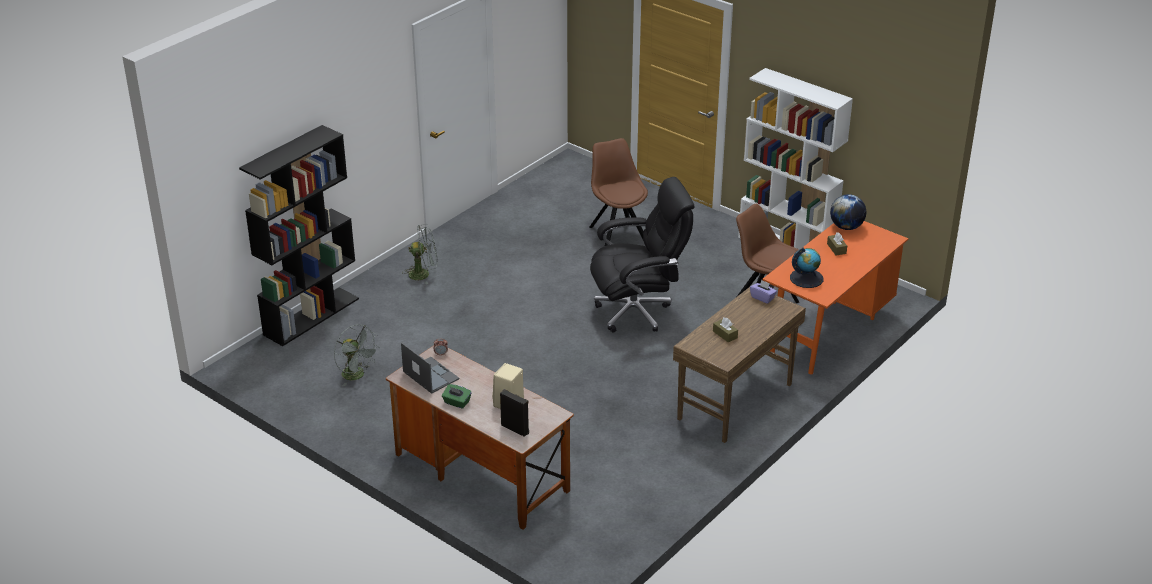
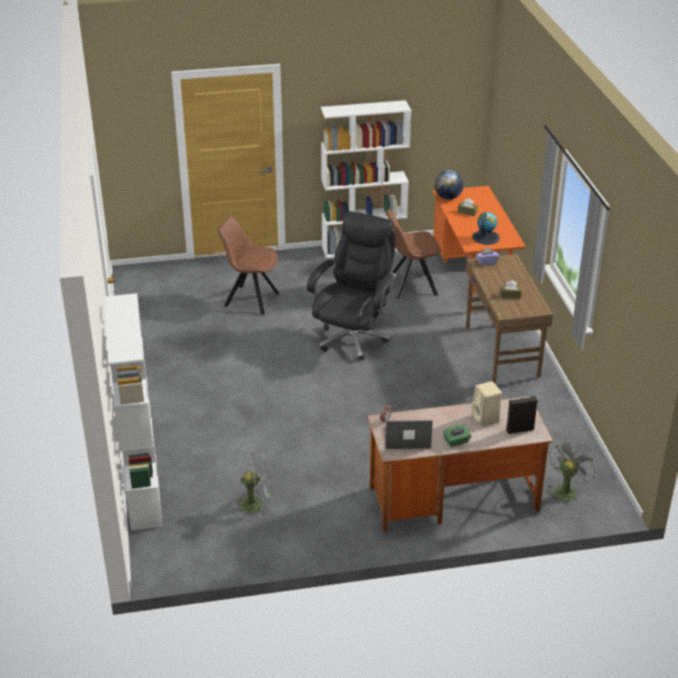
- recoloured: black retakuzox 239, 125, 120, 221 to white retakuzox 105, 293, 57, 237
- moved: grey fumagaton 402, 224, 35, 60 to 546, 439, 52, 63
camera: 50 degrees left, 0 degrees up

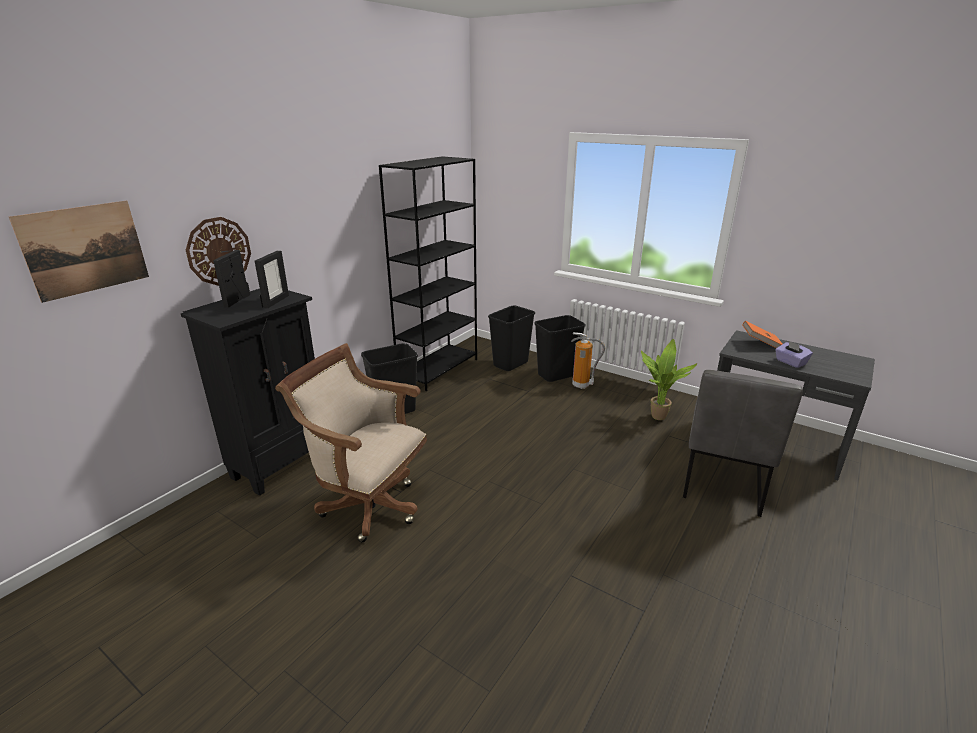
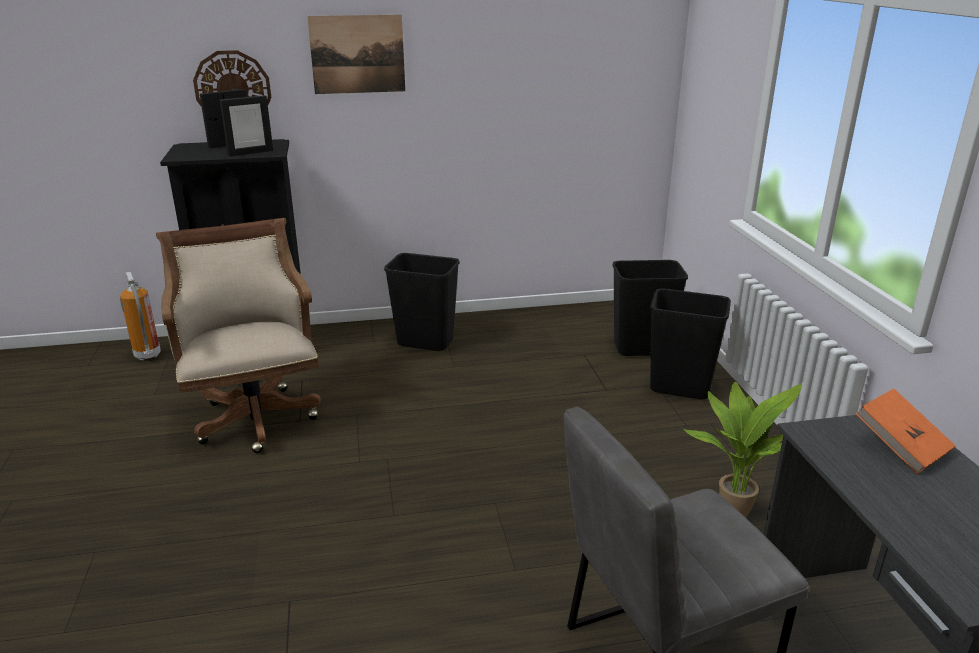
- removed: black retakuzox 379, 156, 98, 235
- moved: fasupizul 9, 201, 140, 102 to 307, 15, 98, 79
- moved: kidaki 571, 332, 34, 57 to 120, 271, 41, 89
- removed: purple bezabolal 775, 341, 38, 27
camera: 45 degrees right, 0 degrees up

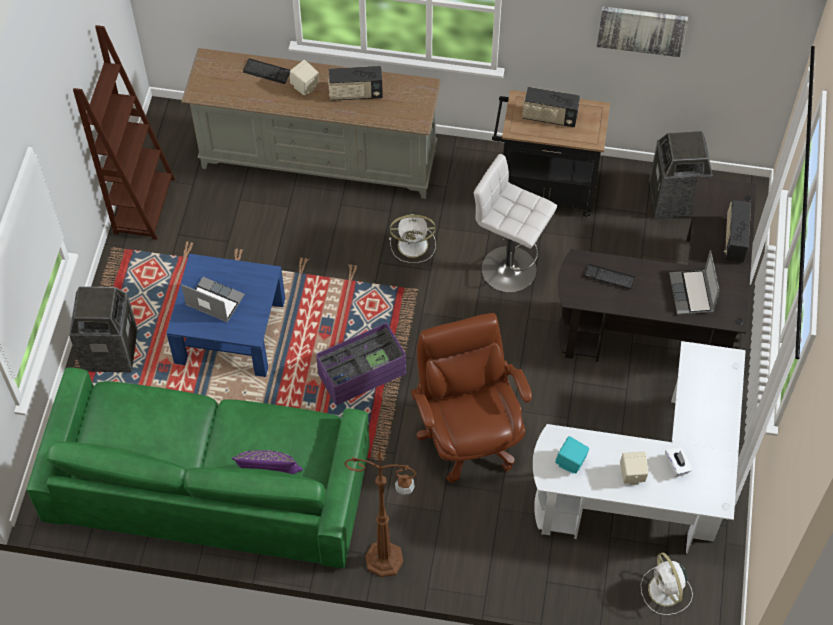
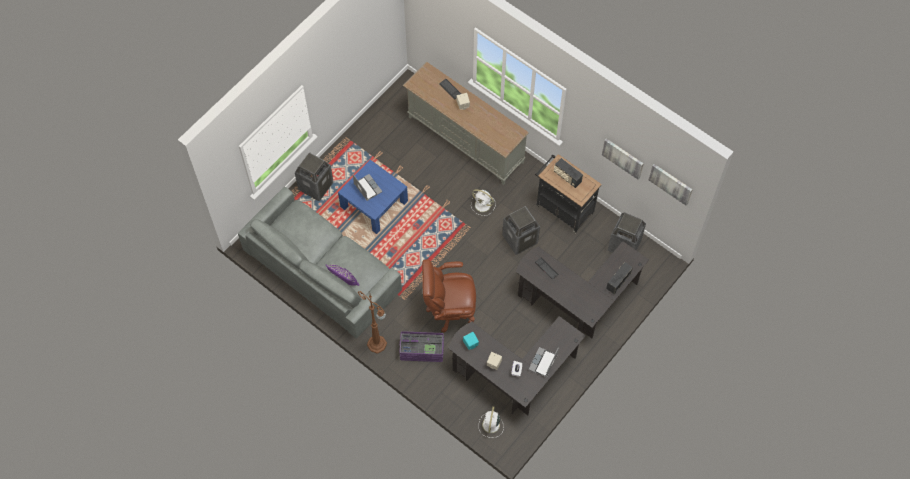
- removed: brown retakuzox 73, 25, 102, 215
- removed: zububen 328, 66, 55, 35
- replaced: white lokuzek 474, 154, 83, 138 to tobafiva 502, 206, 38, 49
- moved: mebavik 669, 250, 51, 65 to 528, 347, 31, 31
- turned: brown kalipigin 411, 313, 121, 170 = 422, 259, 54, 74 105 degrees counterclockwise
- moved: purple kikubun 316, 323, 91, 82 to 400, 331, 44, 31
- recoloured: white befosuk 533, 341, 213, 213 to black befosuk 448, 316, 138, 99
- recoloured: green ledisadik 26, 367, 344, 201 to grey ledisadik 238, 187, 164, 152
- added: fasupizul 649, 164, 44, 42
camera: 30 degrees right, 5 degrees up

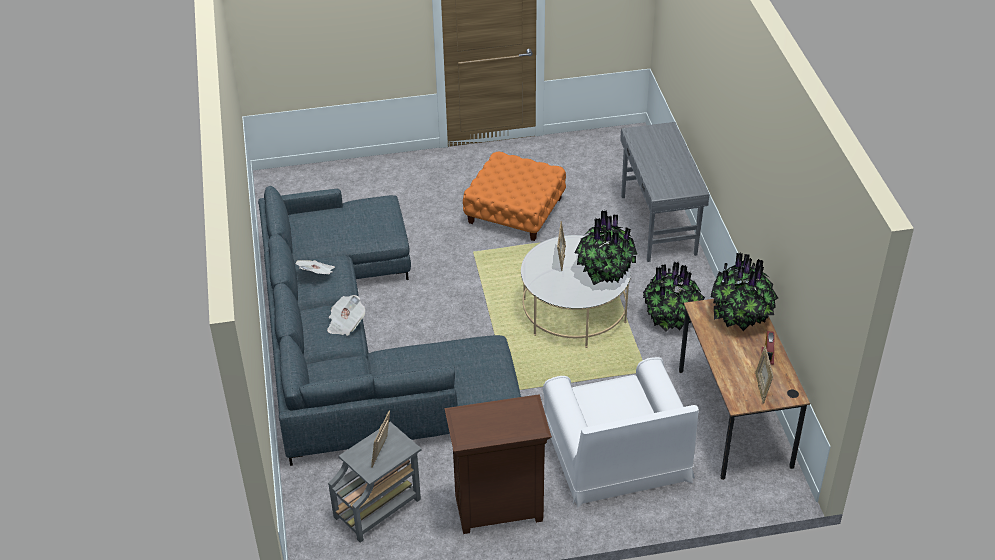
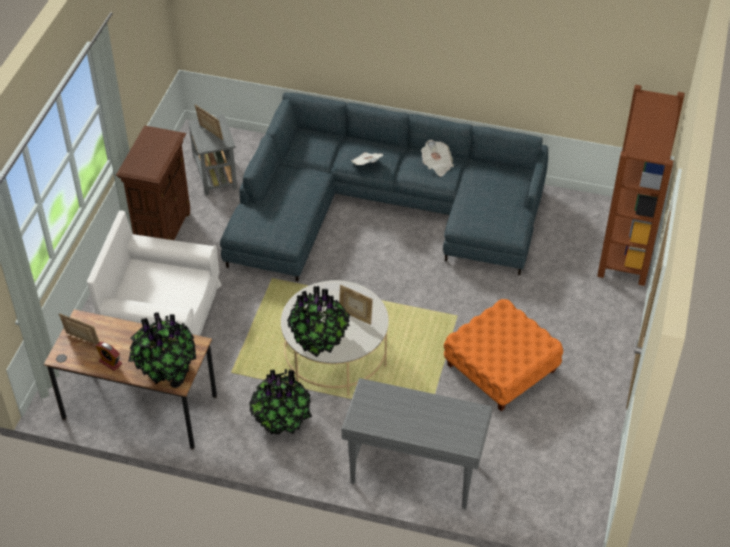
- added: brown retakuzox 597, 85, 88, 201
camera: 115 degrees right, 5 degrees up

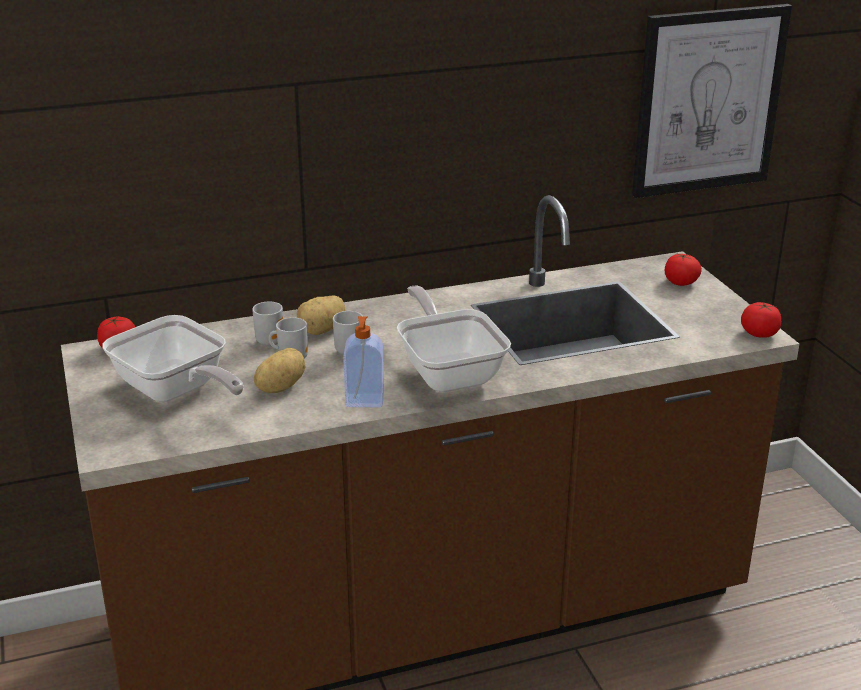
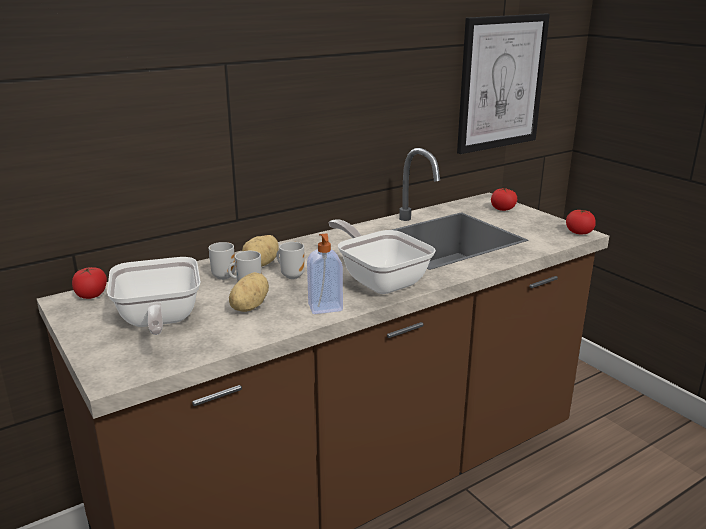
- turned: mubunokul 102, 315, 142, 87 = 107, 257, 94, 78 45 degrees clockwise
camera: 15 degrees left, 5 degrees down

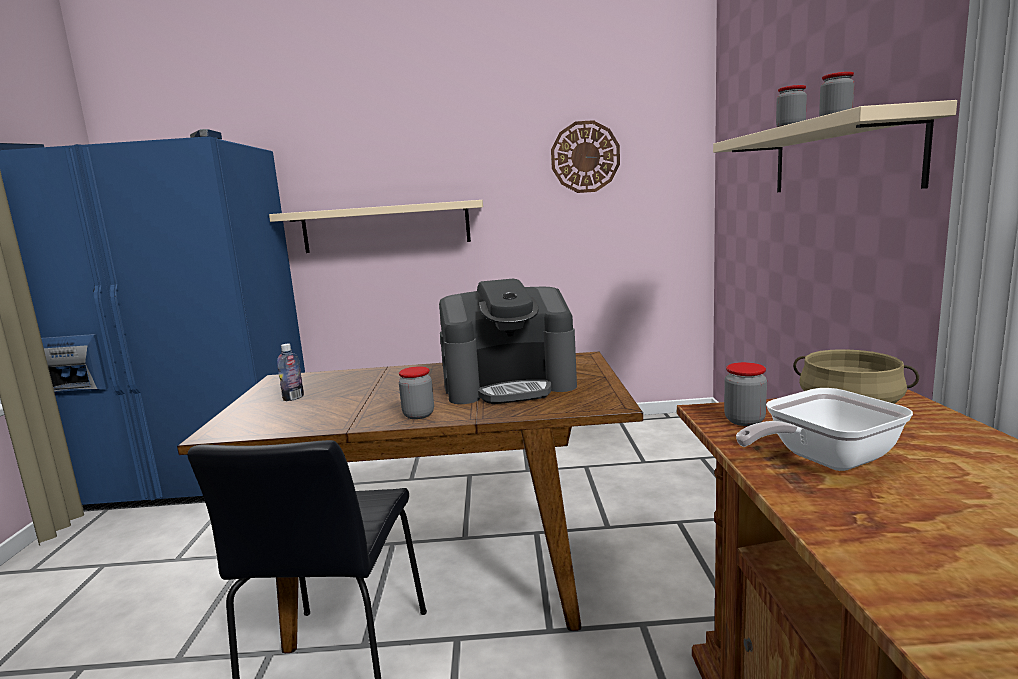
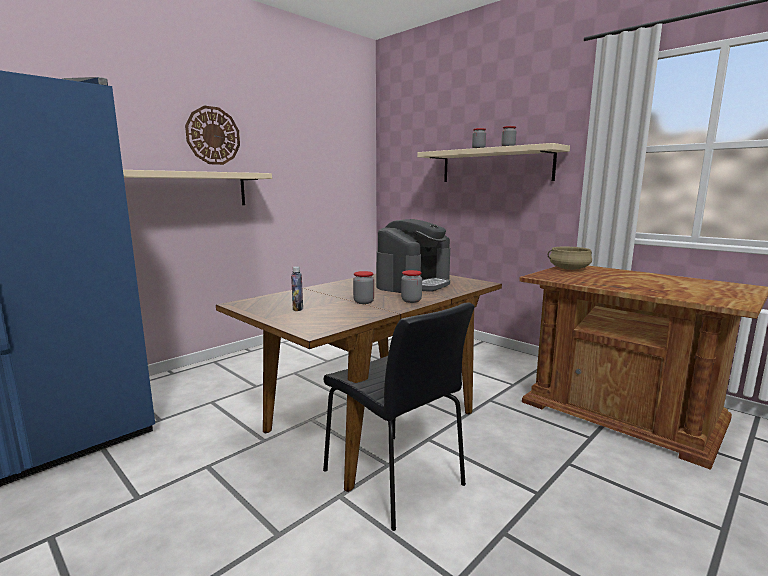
- moved: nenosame 551, 120, 69, 73 to 185, 106, 55, 59
- moved: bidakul 724, 362, 43, 64 to 353, 271, 21, 33
- removed: mubunokul 736, 388, 177, 83
camera: 45 degrees left, 0 degrees up

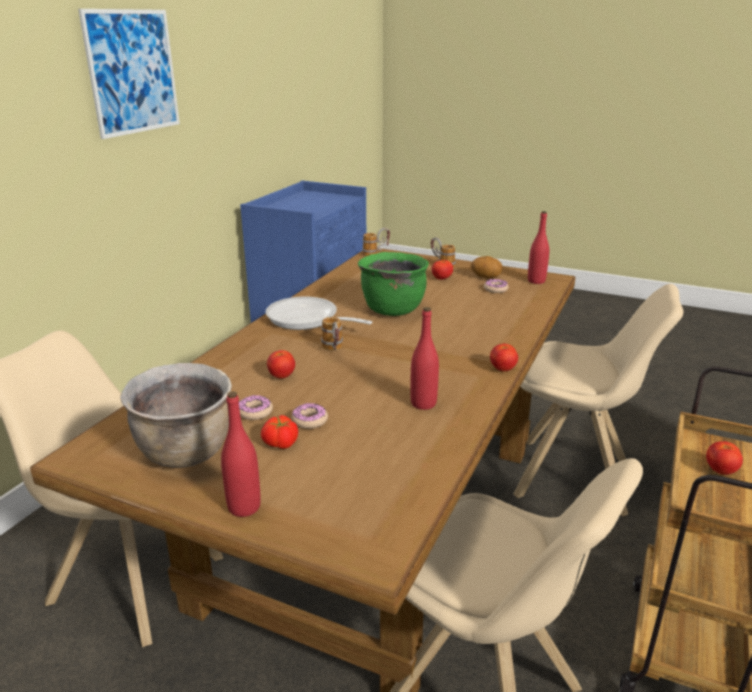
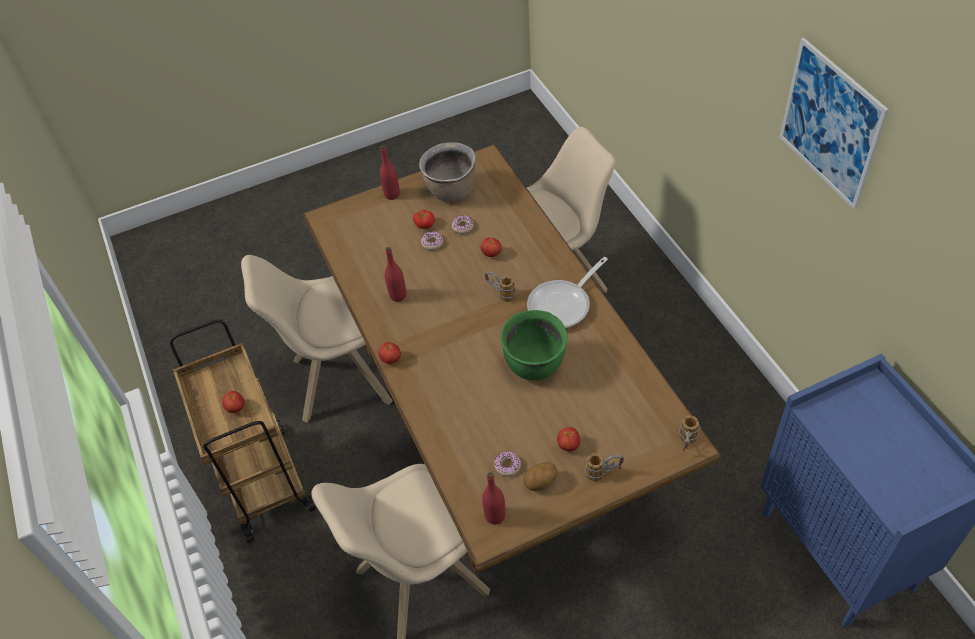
- turned: mubunokul 266, 296, 106, 34 = 527, 257, 81, 71 150 degrees clockwise
camera: 135 degrees right, 25 degrees up

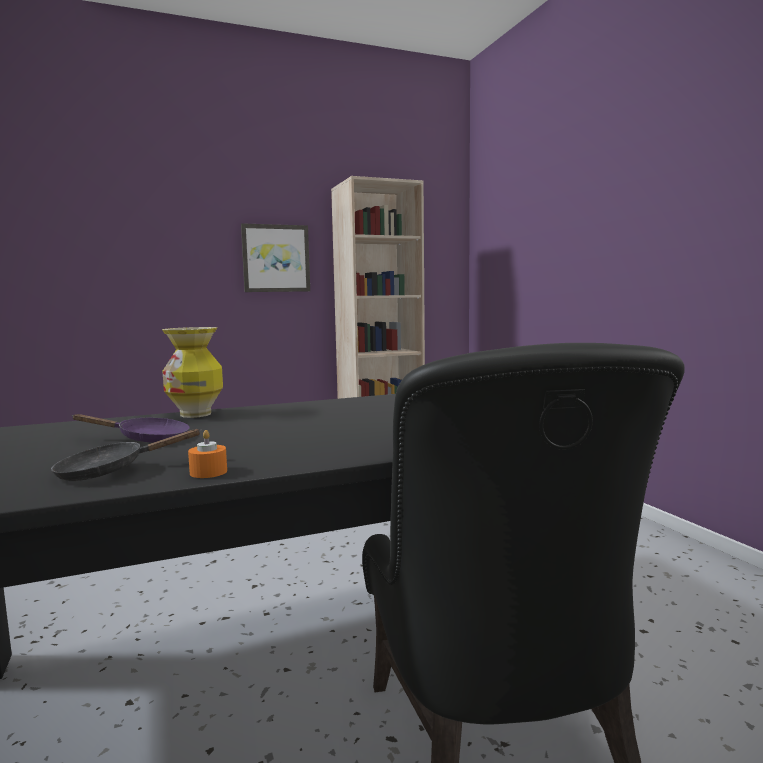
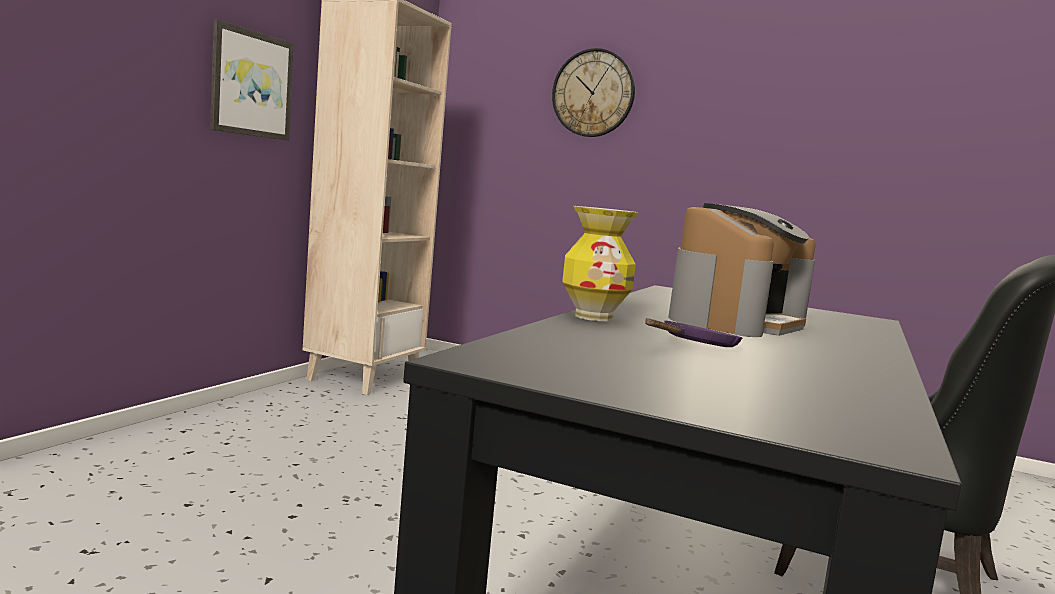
- removed: black mubunokul 51, 429, 150, 52
- removed: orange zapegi 188, 430, 39, 48
- added: nenosame 552, 48, 83, 89
- added: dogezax 668, 203, 148, 134
camera: 45 degrees left, 0 degrees up

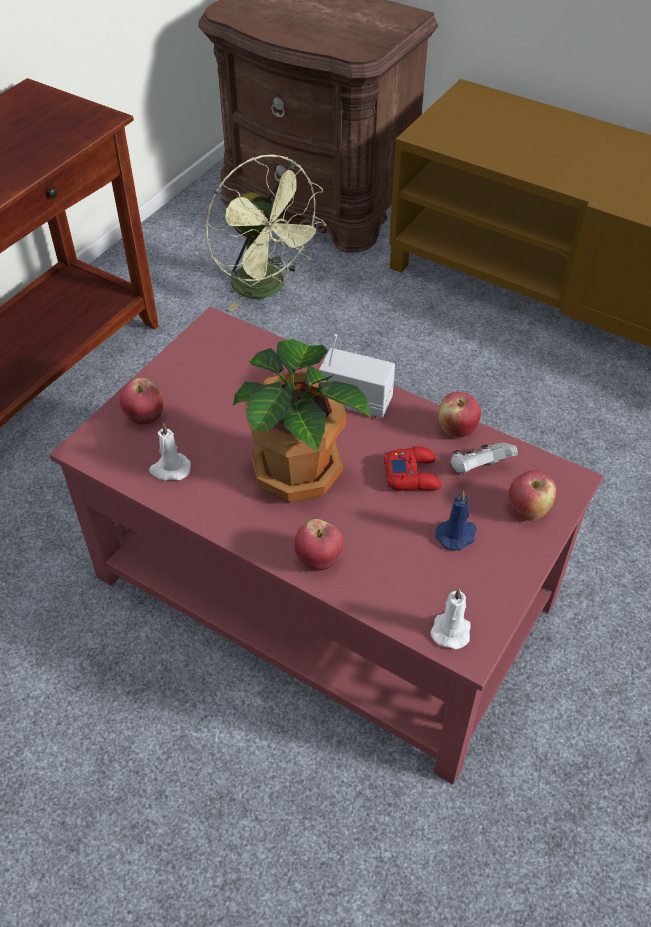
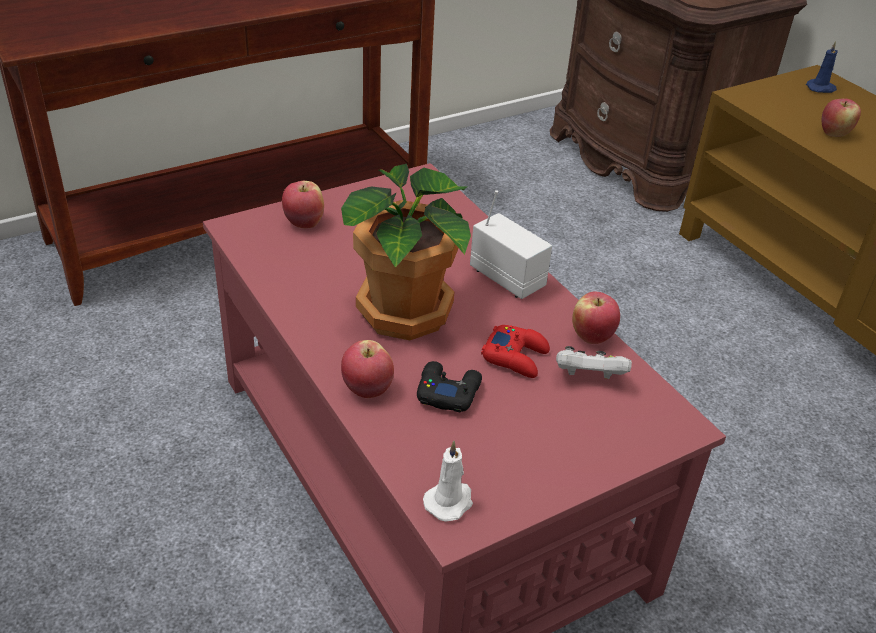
- removed: green fumagaton 205, 154, 121, 158
- removed: white zapegi 149, 423, 42, 58
- moved: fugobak 509, 470, 47, 51 to 822, 99, 39, 38
- moved: blue zapegi 436, 490, 40, 60 to 806, 41, 32, 52
- added: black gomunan 417, 361, 65, 52
camera: 25 degrees right, 10 degrees down

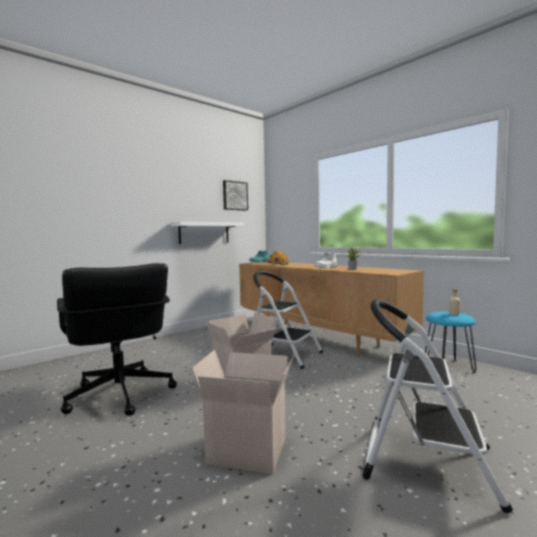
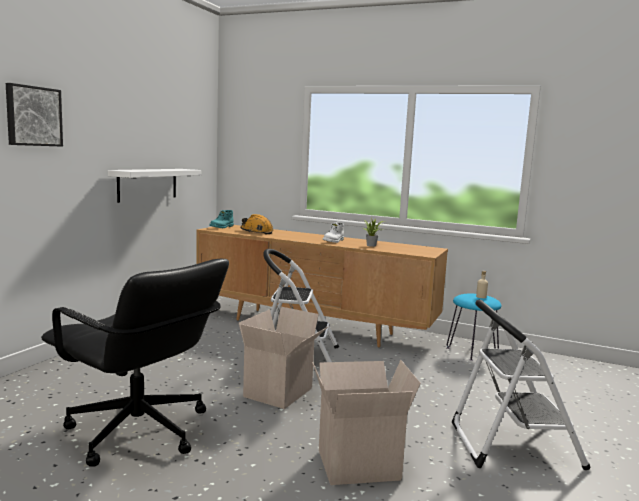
- moved: fasupizul 223, 180, 25, 30 to 6, 83, 57, 64
camera: 25 degrees left, 5 degrees up

